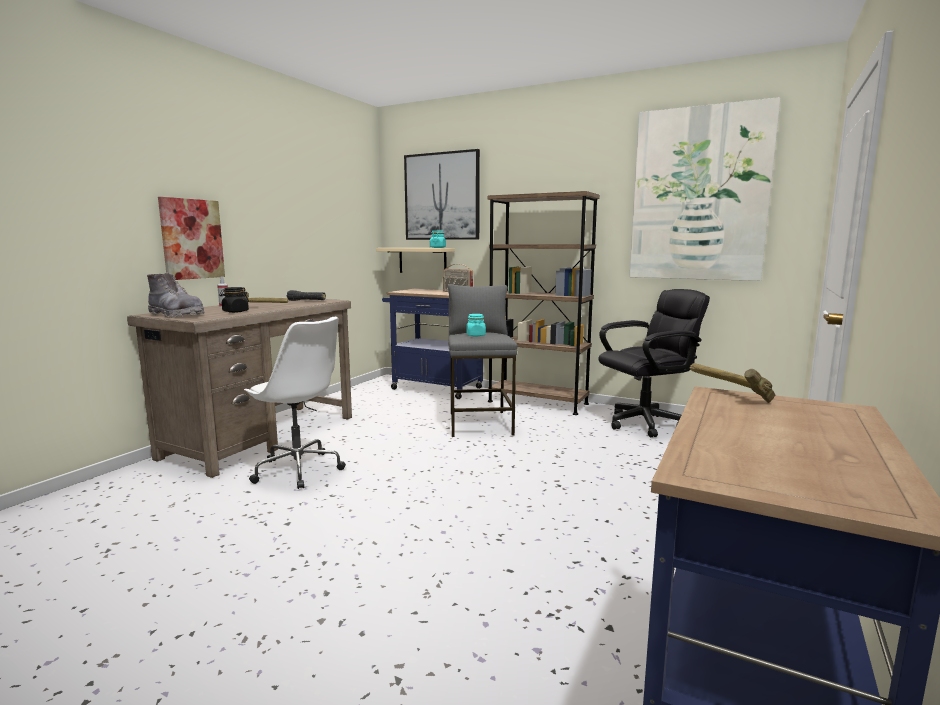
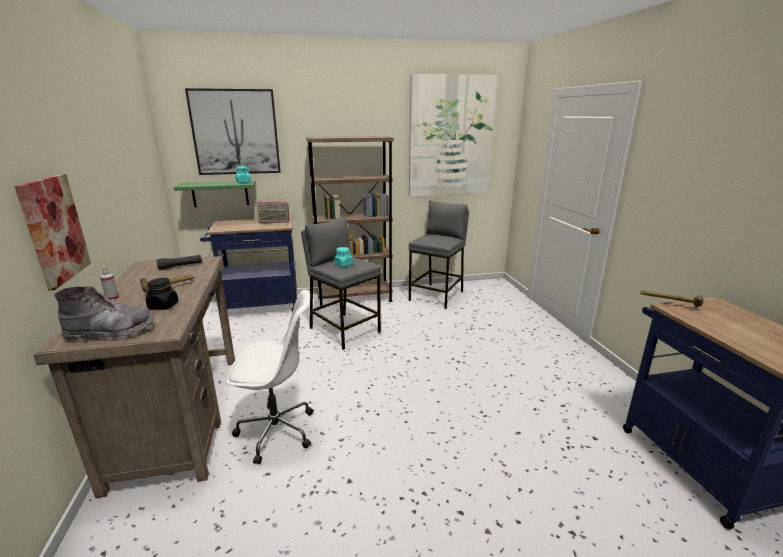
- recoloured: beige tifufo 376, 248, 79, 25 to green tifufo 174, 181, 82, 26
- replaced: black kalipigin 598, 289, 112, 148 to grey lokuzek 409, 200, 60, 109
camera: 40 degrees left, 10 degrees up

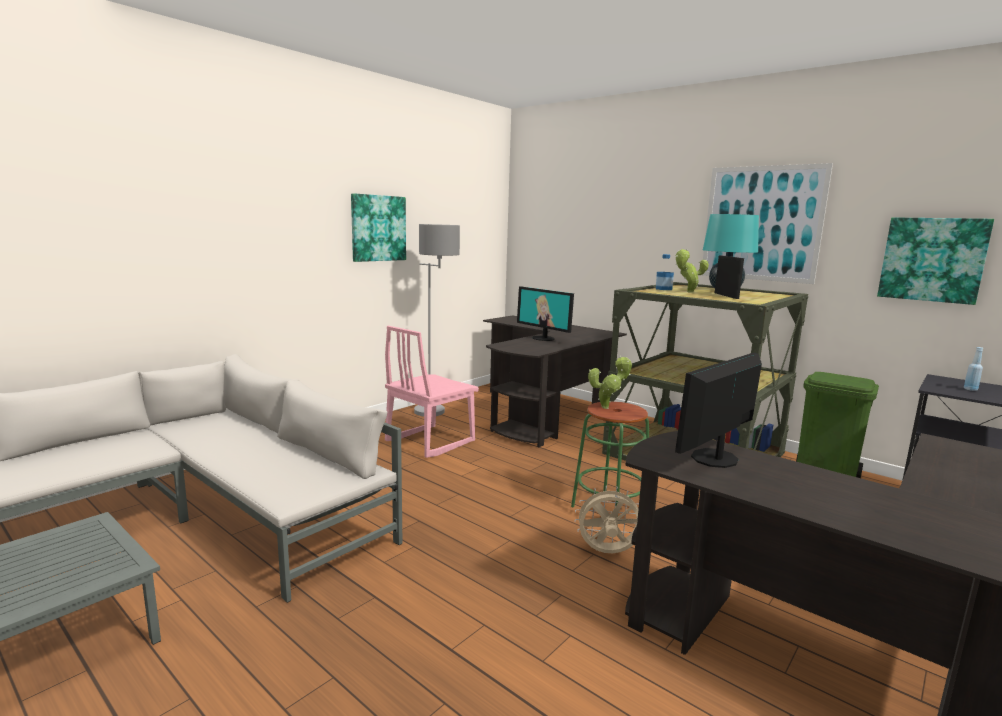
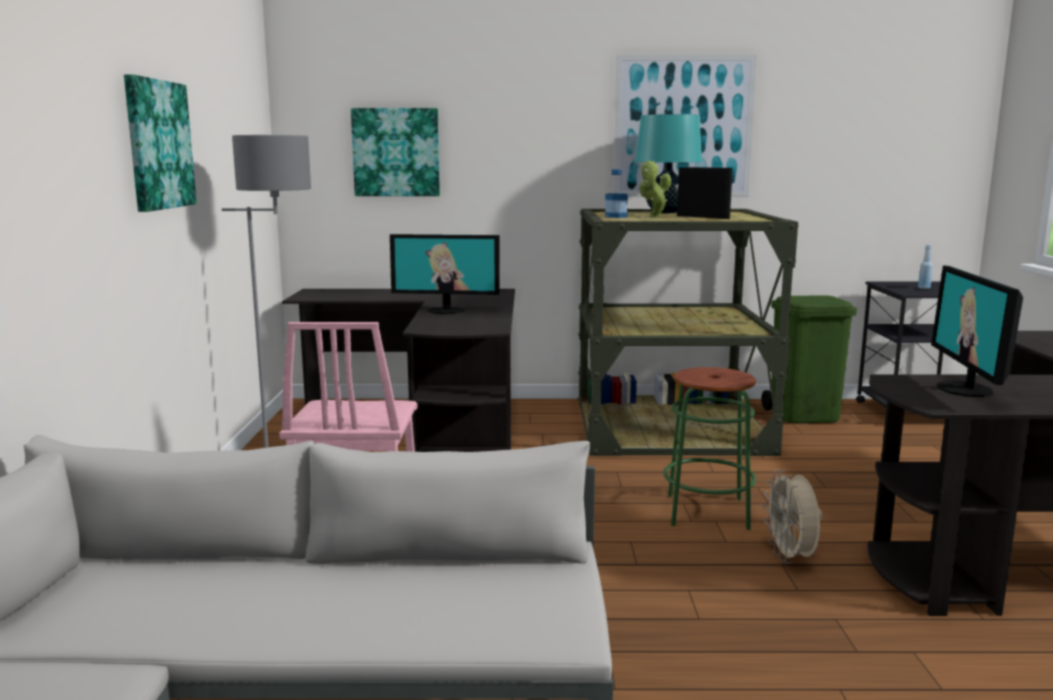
- moved: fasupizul 877, 217, 117, 88 to 351, 108, 89, 88
- removed: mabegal 588, 356, 44, 53
- turned: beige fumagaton 574, 486, 64, 67 = 763, 470, 59, 94 60 degrees counterclockwise
camera: 40 degrees left, 0 degrees up

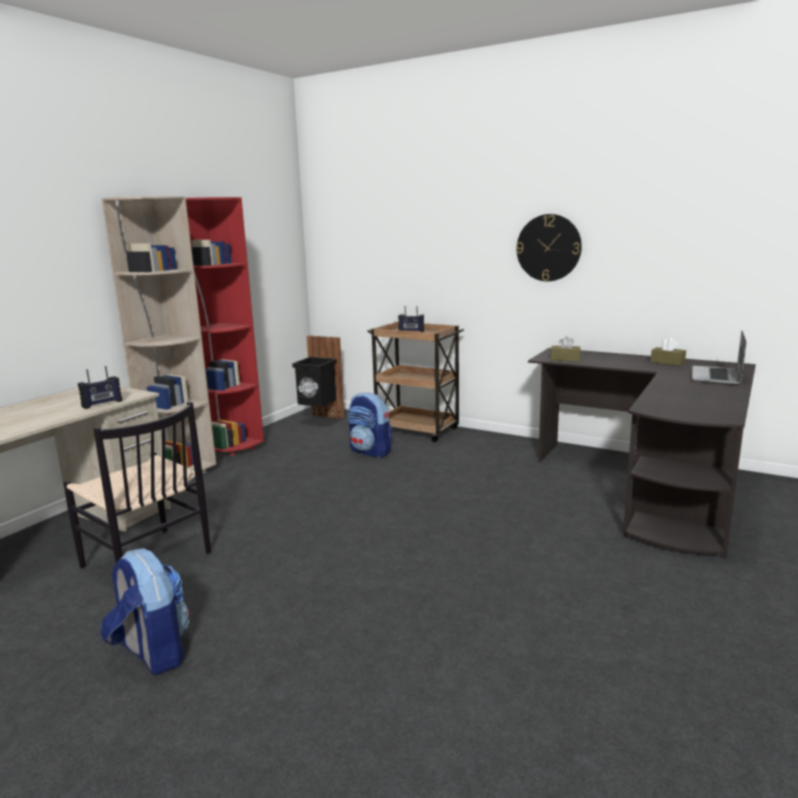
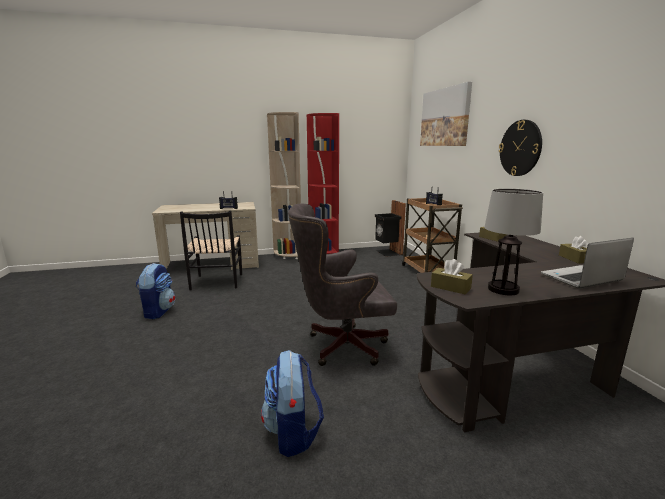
- moved: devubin 348, 392, 45, 66 to 261, 350, 63, 107
- added: fasupizul 420, 82, 52, 64
- added: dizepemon 484, 189, 59, 106
- added: grey kalipigin 288, 204, 109, 162
- added: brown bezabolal 431, 259, 42, 35
camera: 45 degrees right, 0 degrees up

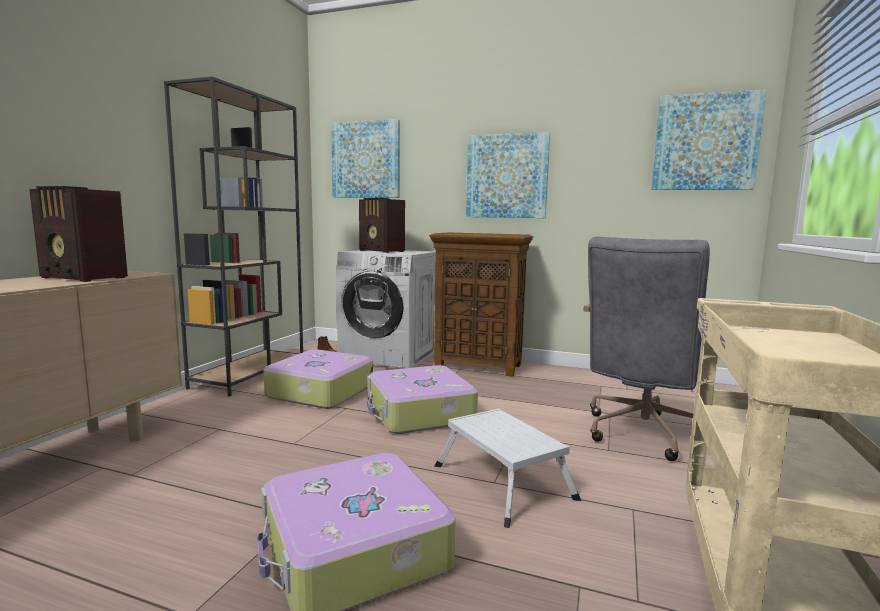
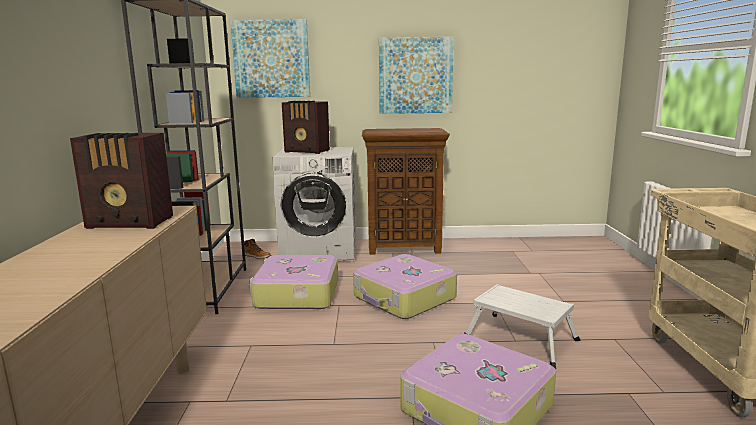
- removed: fasupizul 652, 89, 114, 101
- removed: grey kalipigin 583, 237, 131, 224
camera: 20 degrees left, 5 degrees up

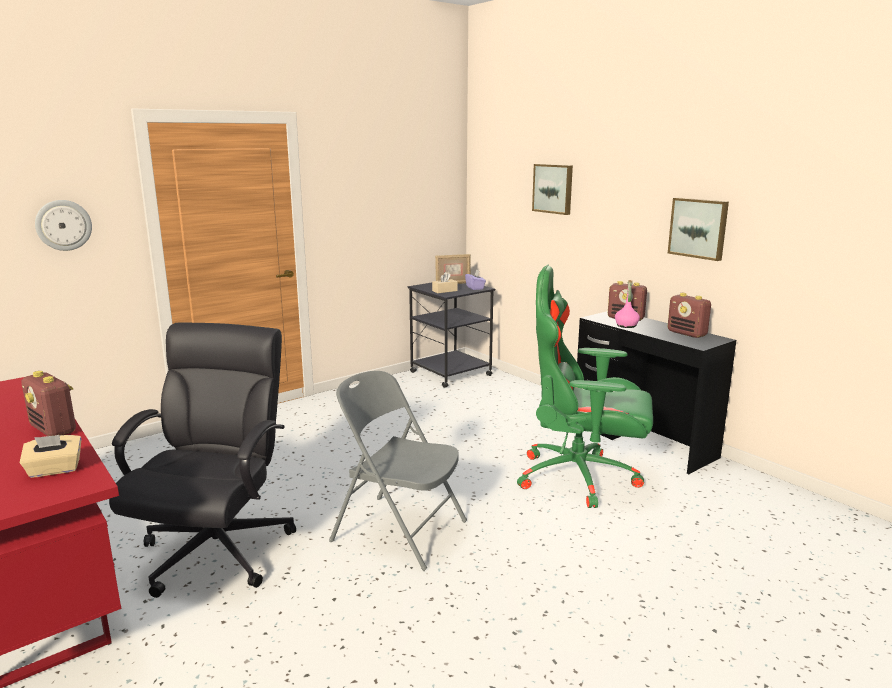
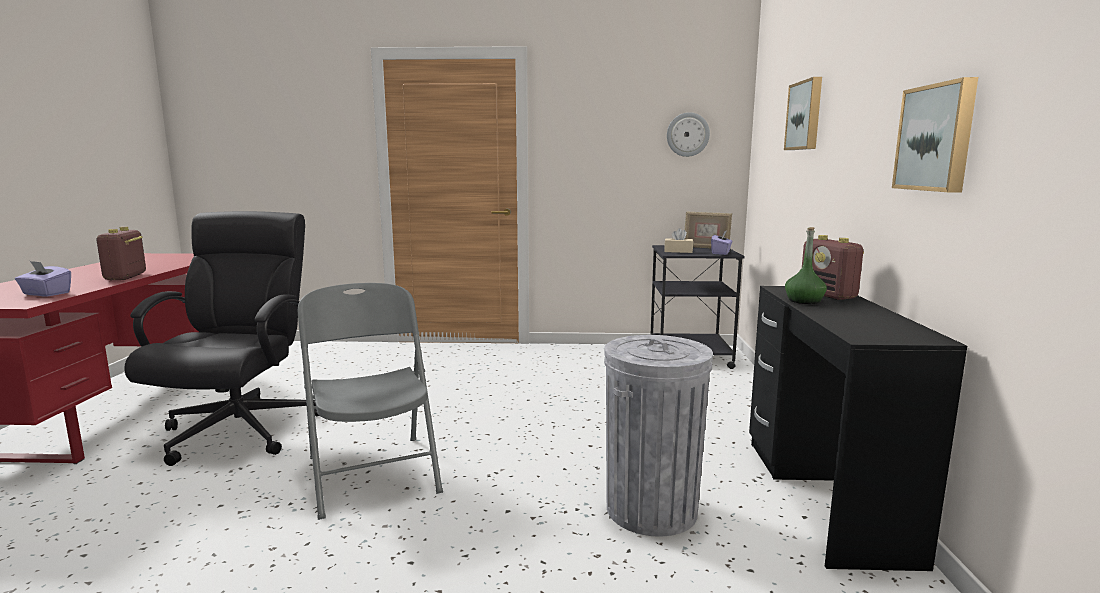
- moved: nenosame 35, 200, 57, 51 to 667, 112, 43, 45
- replaced: green kalipigin 517, 264, 136, 244 to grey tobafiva 604, 335, 109, 202
- recoloured: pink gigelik 615, 280, 25, 48 to green gigelik 785, 227, 42, 77
- removed: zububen 668, 293, 43, 45
- turned: black kalipigin 109, 323, 187, 275 = 124, 211, 195, 255 45 degrees counterclockwise
- recoloured: beige bezabolal 20, 435, 61, 43 to purple bezabolal 15, 261, 56, 36
camera: 40 degrees right, 5 degrees down

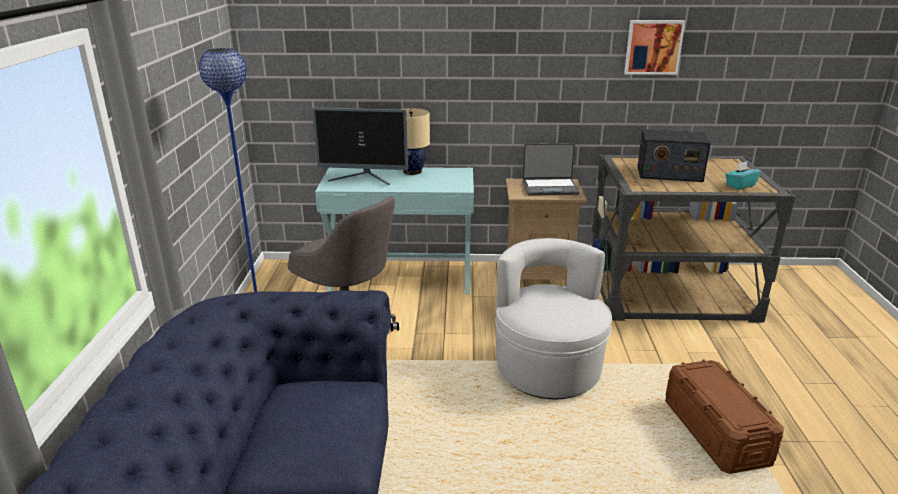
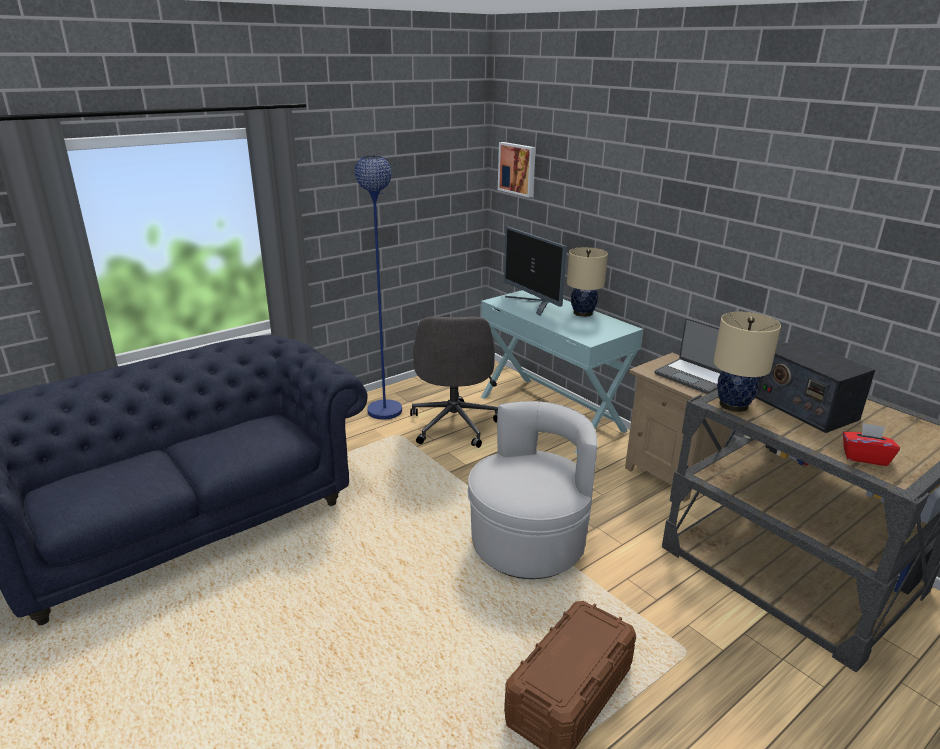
- moved: fasupizul 624, 20, 61, 55 to 498, 142, 38, 55
- recoloured: turquoise bezabolal 725, 161, 36, 29 to red bezabolal 843, 423, 57, 43
- added: beige dizepemon 713, 312, 68, 100
camera: 50 degrees right, 0 degrees up

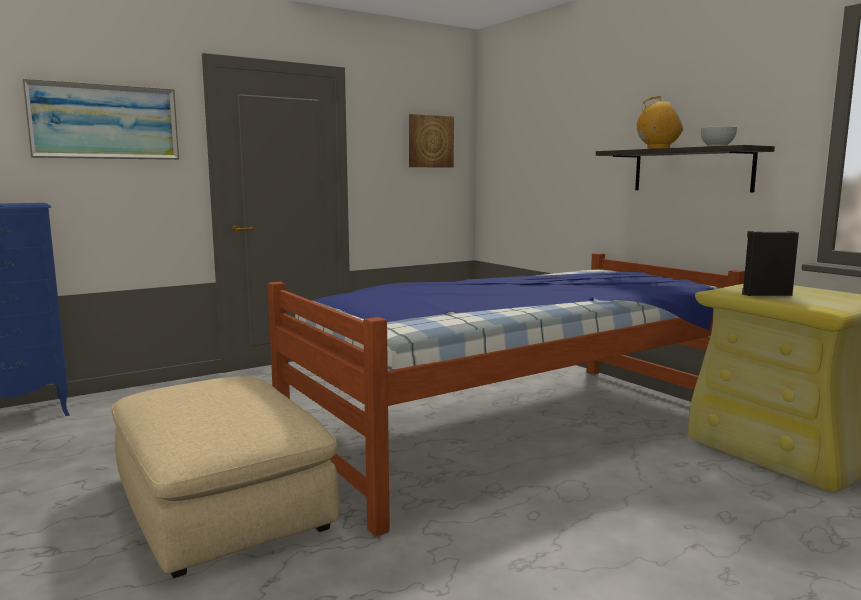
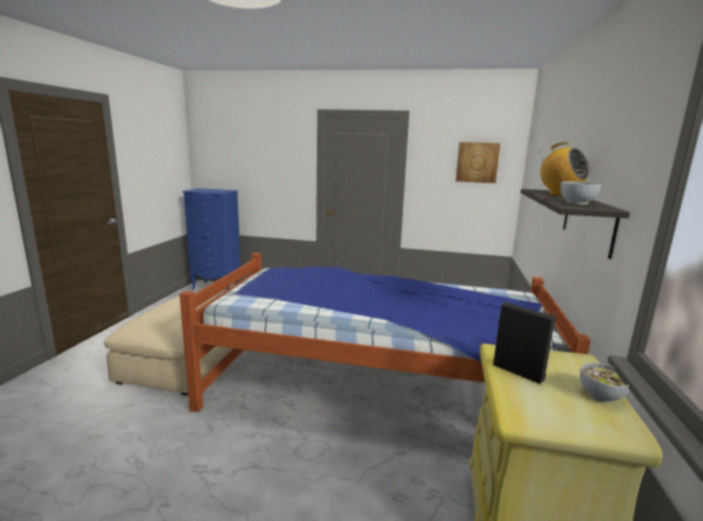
- removed: fasupizul 22, 79, 157, 81
- added: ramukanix 580, 363, 49, 40
camera: 45 degrees right, 5 degrees up

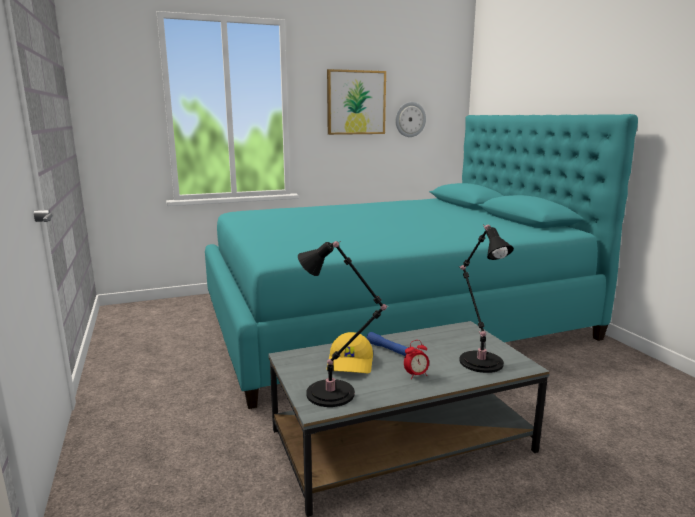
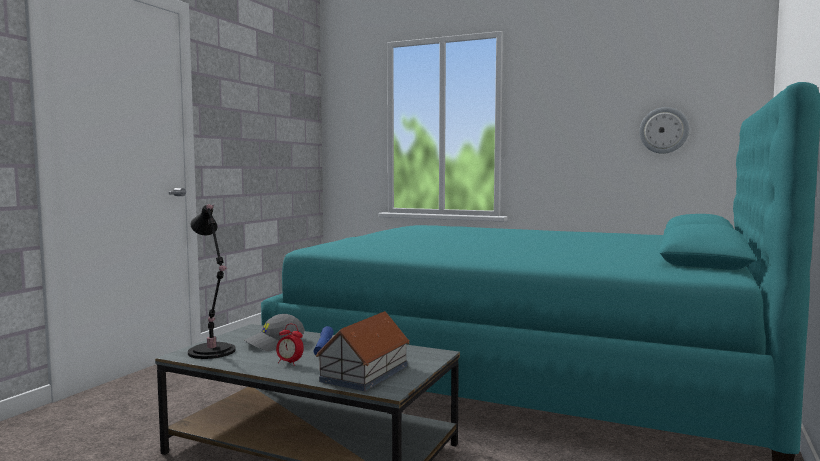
- removed: fasupizul 327, 69, 59, 66
- replaced: black dizepemon 459, 225, 55, 148 to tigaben 315, 311, 95, 80
- recoloured: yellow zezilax 327, 332, 46, 41 to grey zezilax 244, 314, 61, 37
camera: 45 degrees right, 10 degrees down

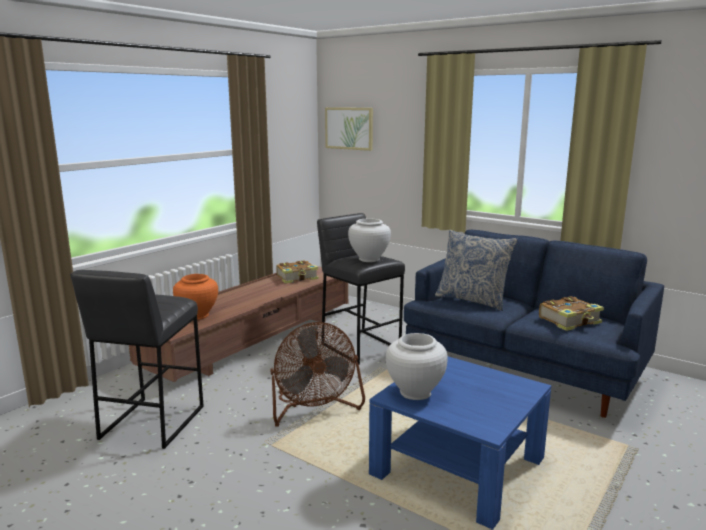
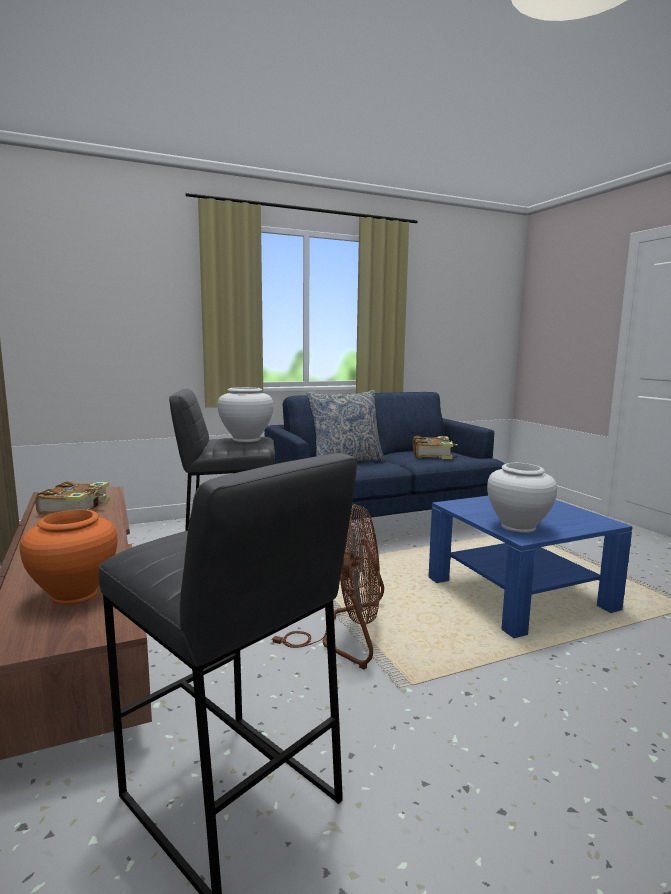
- removed: fasupizul 325, 107, 48, 44
camera: 60 degrees left, 5 degrees down

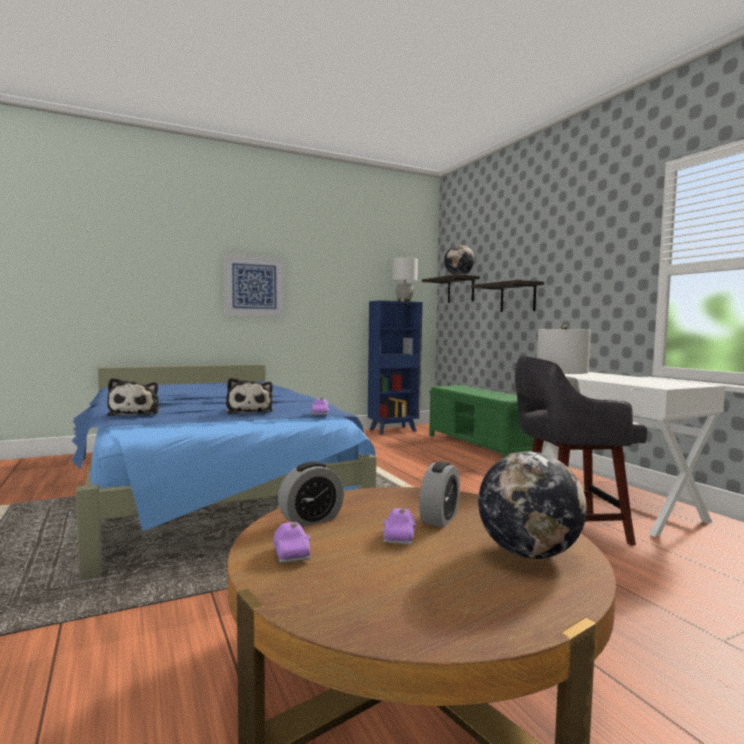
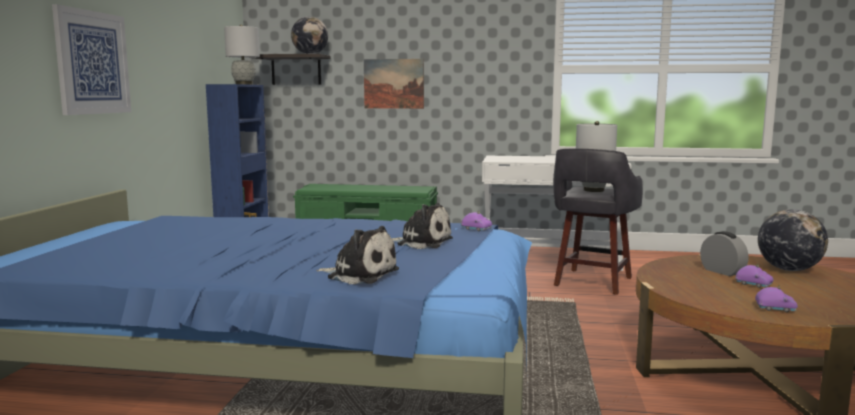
- replaced: tifufo 471, 280, 73, 32 to fasupizul 364, 59, 60, 50
- removed: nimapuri 278, 461, 66, 66
camera: 55 degrees left, 5 degrees up

